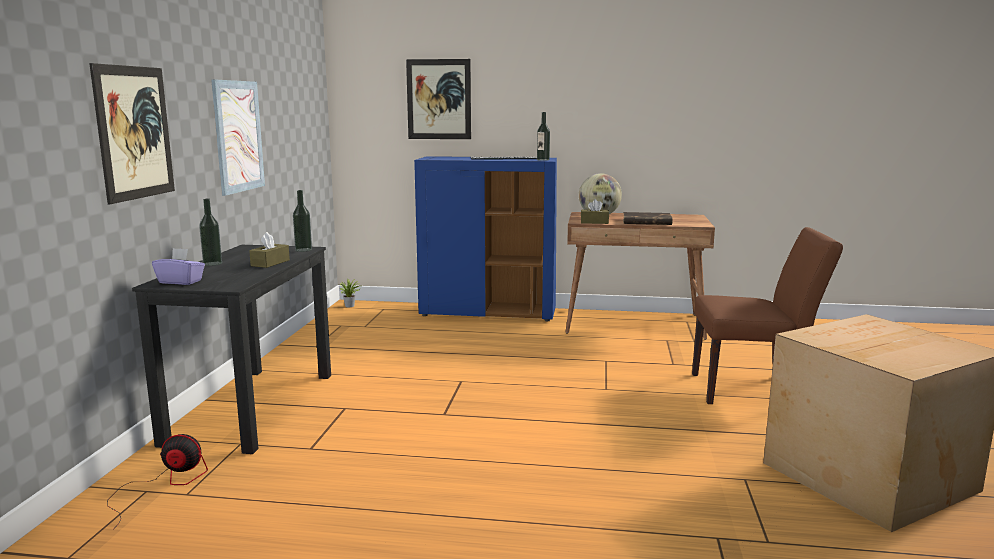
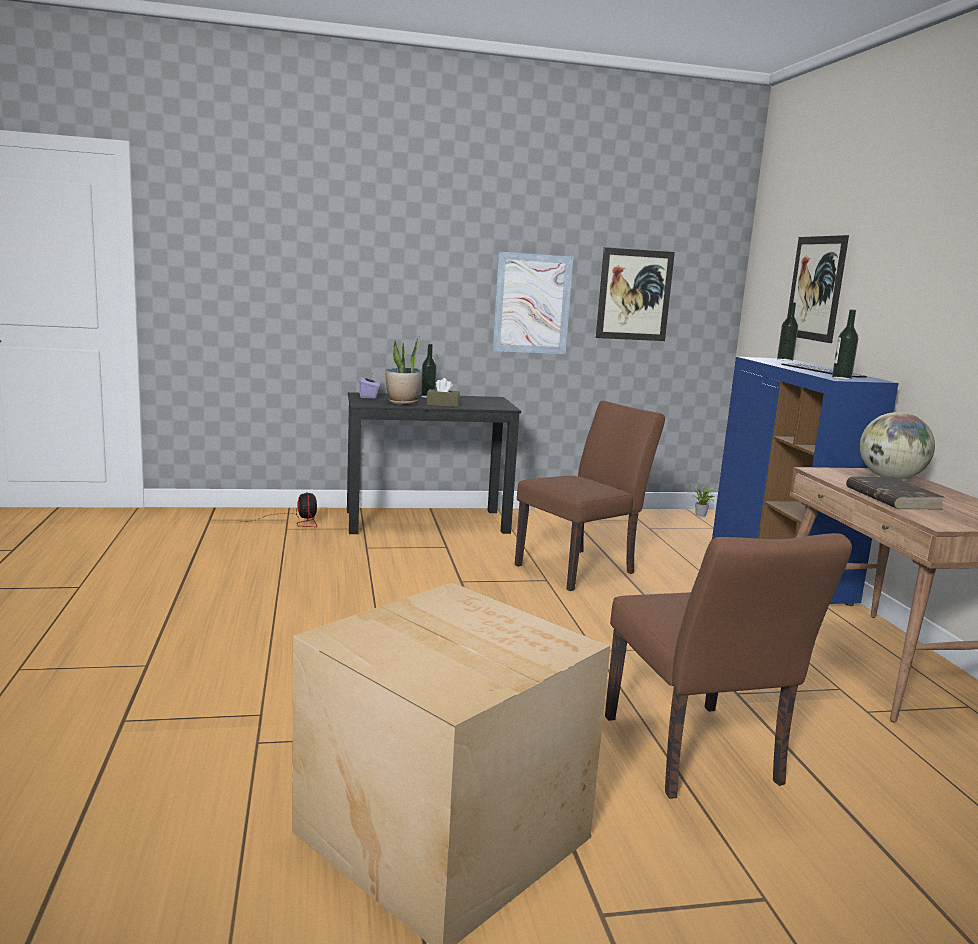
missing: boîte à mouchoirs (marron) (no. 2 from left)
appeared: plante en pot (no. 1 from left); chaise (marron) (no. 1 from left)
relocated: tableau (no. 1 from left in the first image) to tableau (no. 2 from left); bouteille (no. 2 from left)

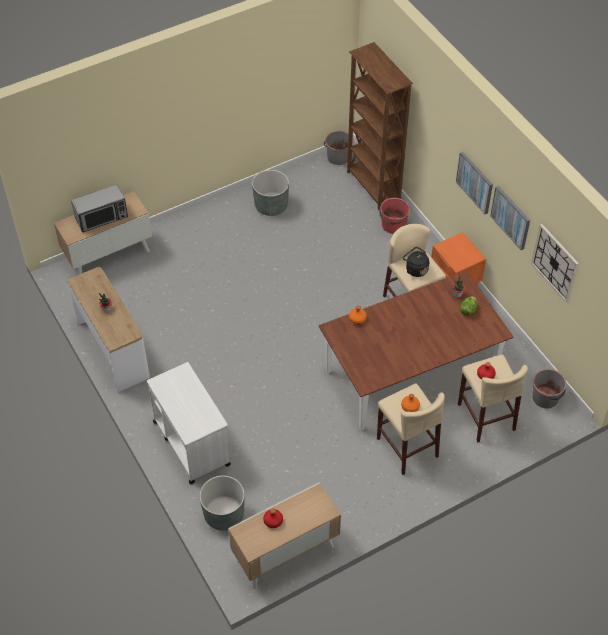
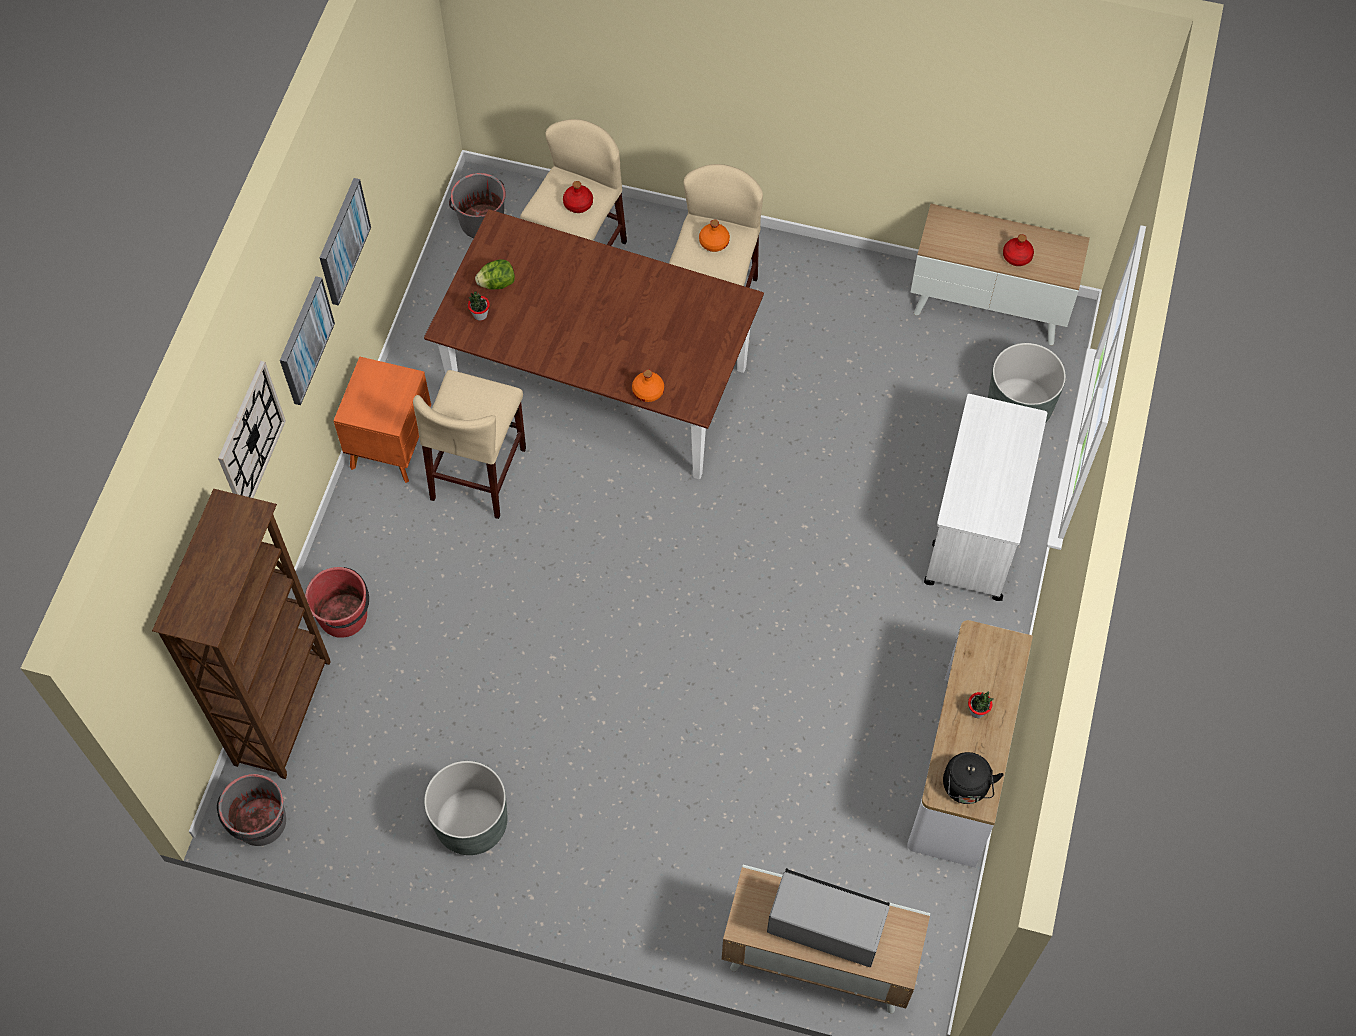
relocated: horloge murale; bouilloire (noir)

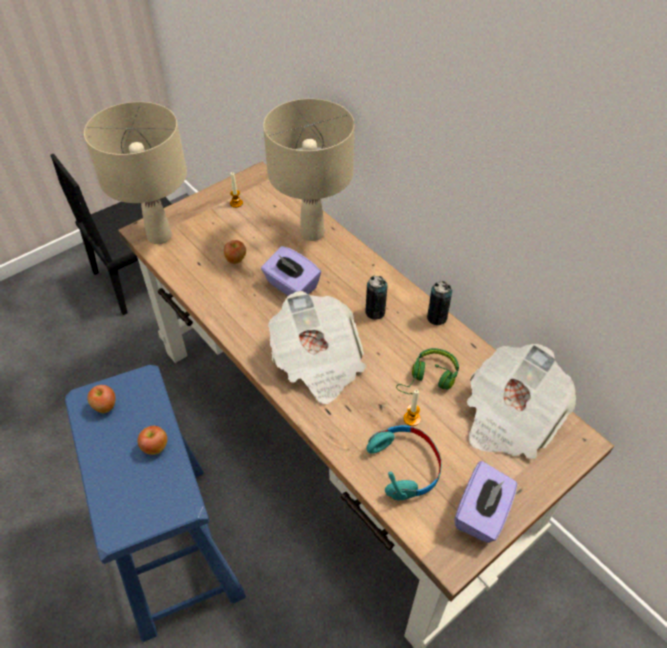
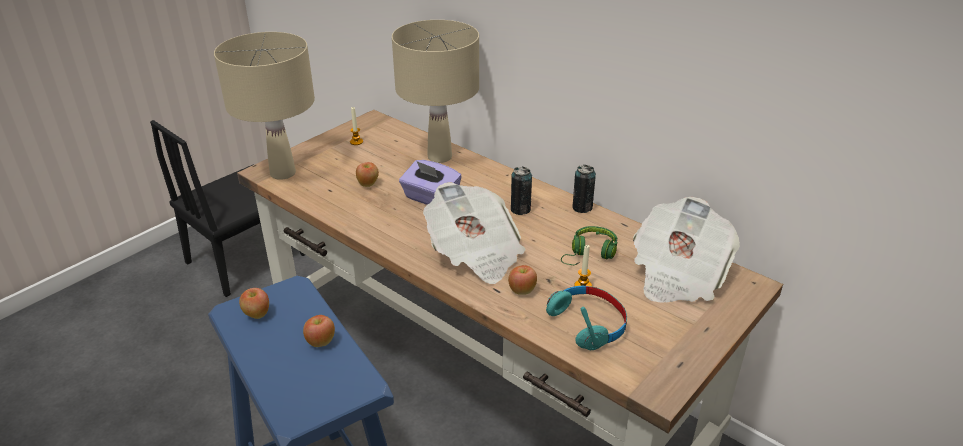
missing: boîte à mouchoirs (violet) (no. 2 from left)
appeared: pomme (no. 4 from left)

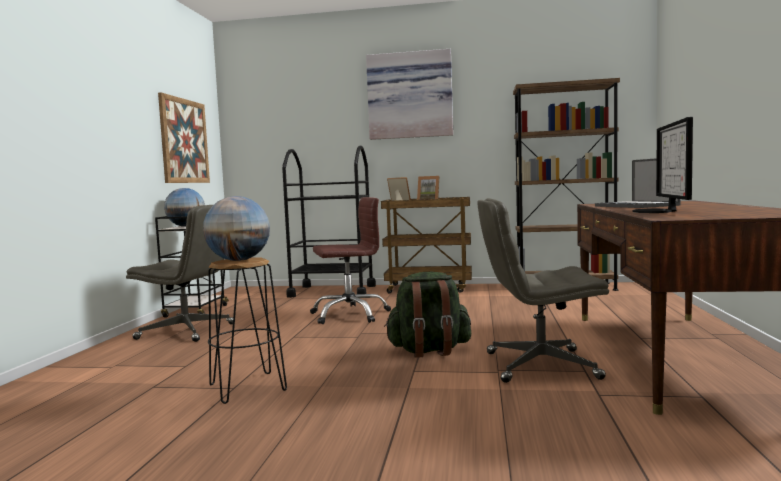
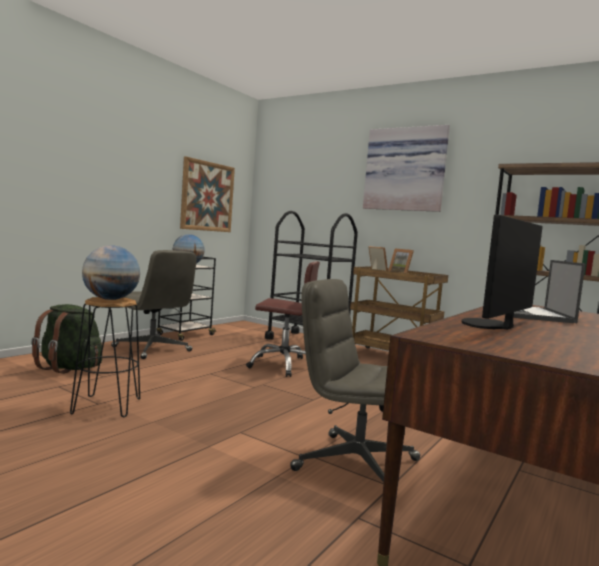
relocated: sac à dos (vert)

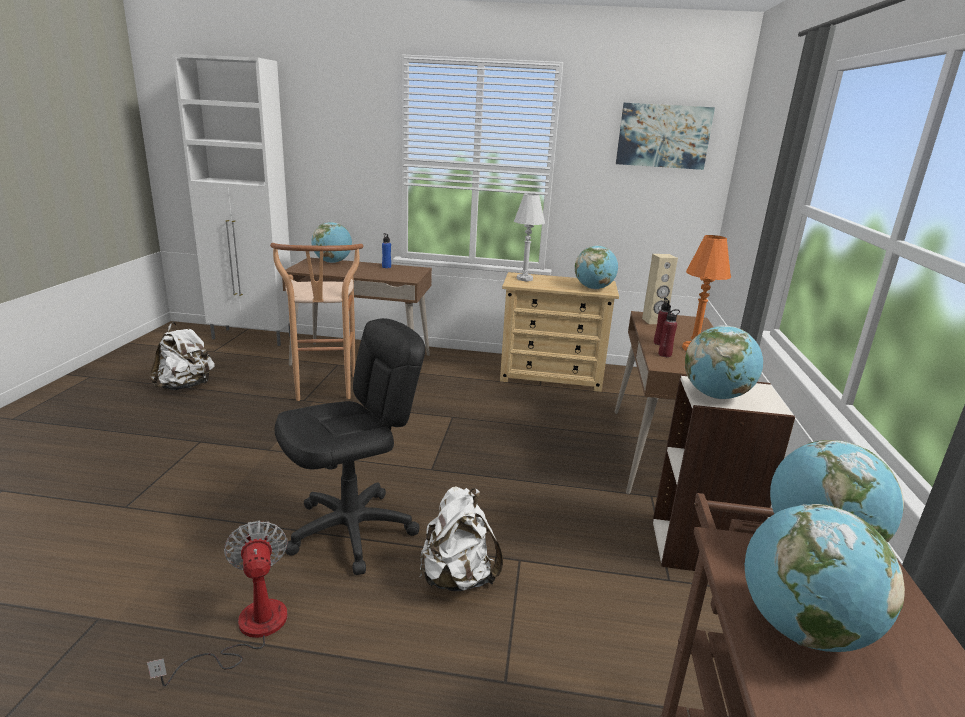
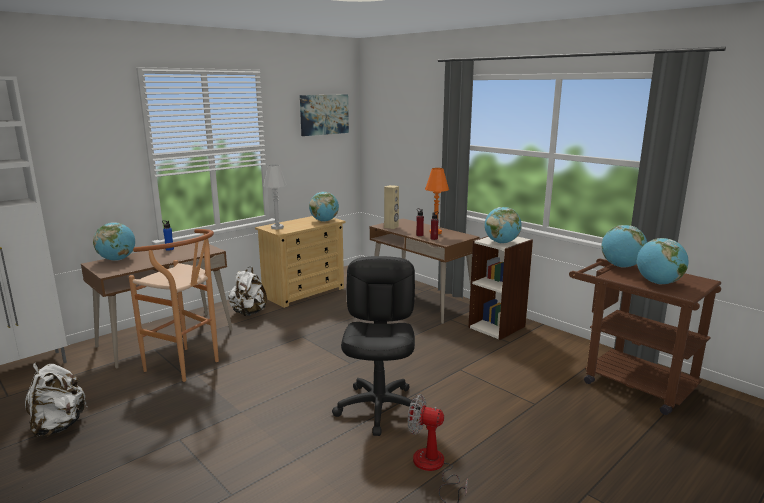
relocated: sac à dos (blanc) (no. 2 from left)

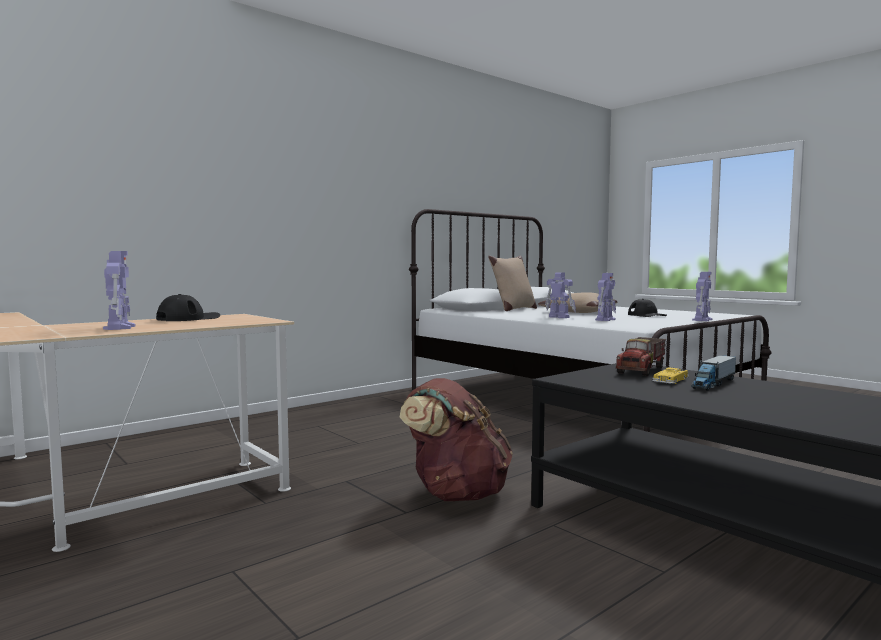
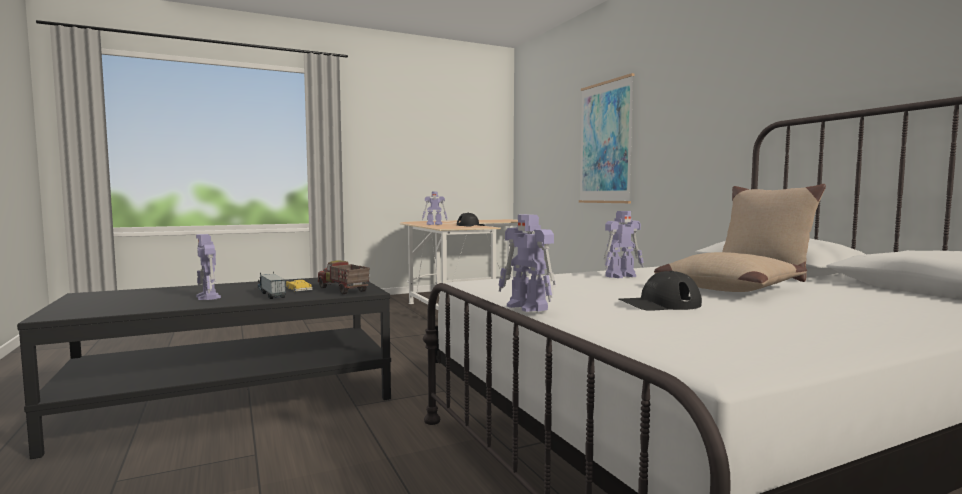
missing: sac à dos (marron)
appeared: tableau
relocated: robot jouet (no. 3 from left in the first image) to robot jouet (no. 1 from left)

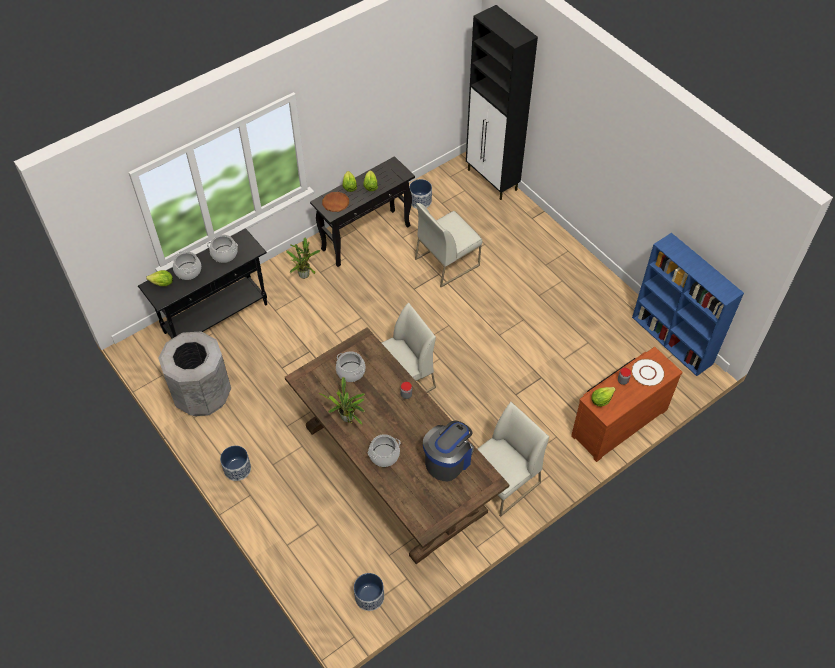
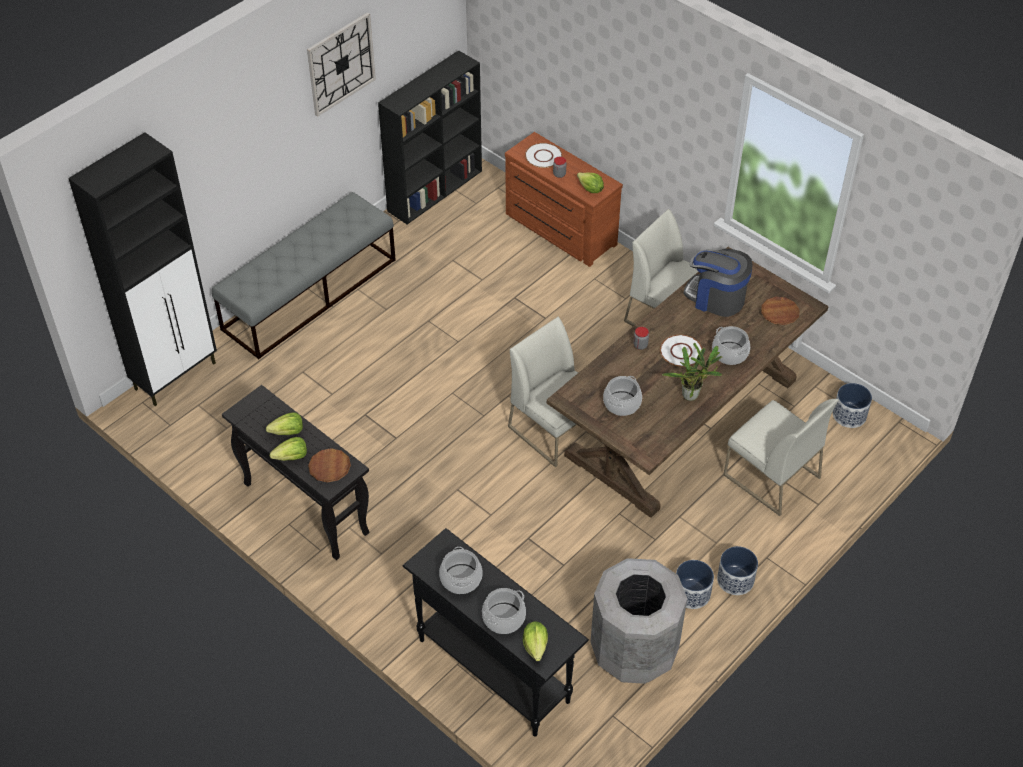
missing: plante en pot (no. 1 from left)
appeared: banc (gris); horloge murale; assiette (blanc) (no. 2 from left); assiette (marron) (no. 2 from left)
relocated: cache-pot (no. 3 from left in the first image) to cache-pot (no. 1 from left); chaise (blanc) (no. 2 from left in the first image) to chaise (blanc) (no. 3 from left)
colour: bibliothèque (bleu) to bibliothèque (noir)

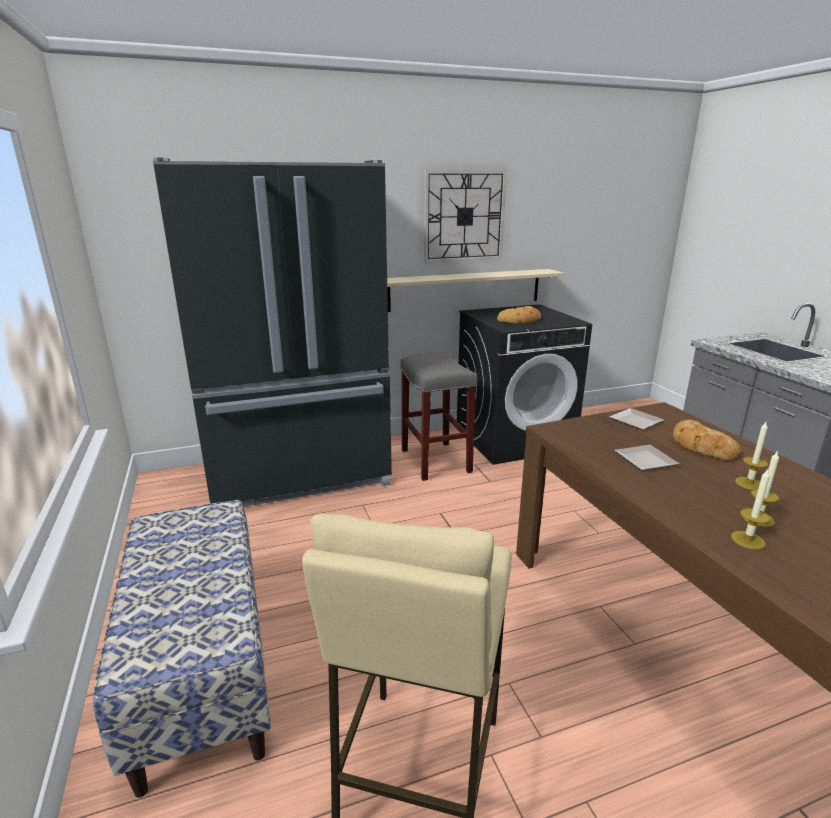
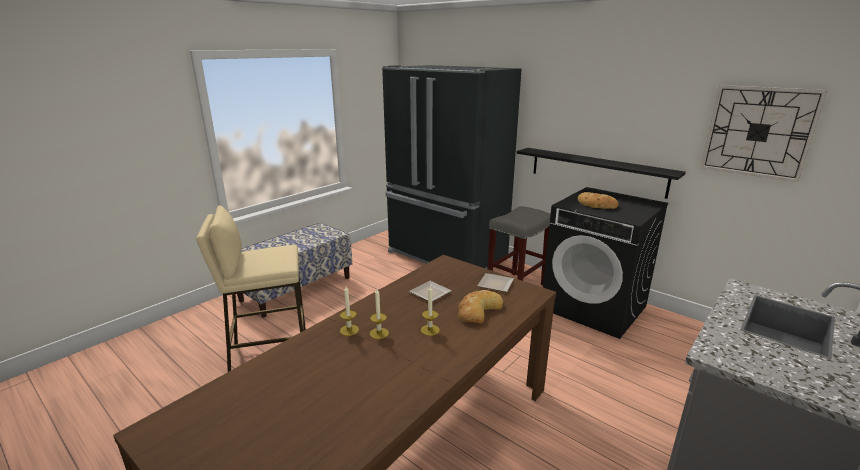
relocated: horloge murale
colour: étagère (beige) to étagère (noir)

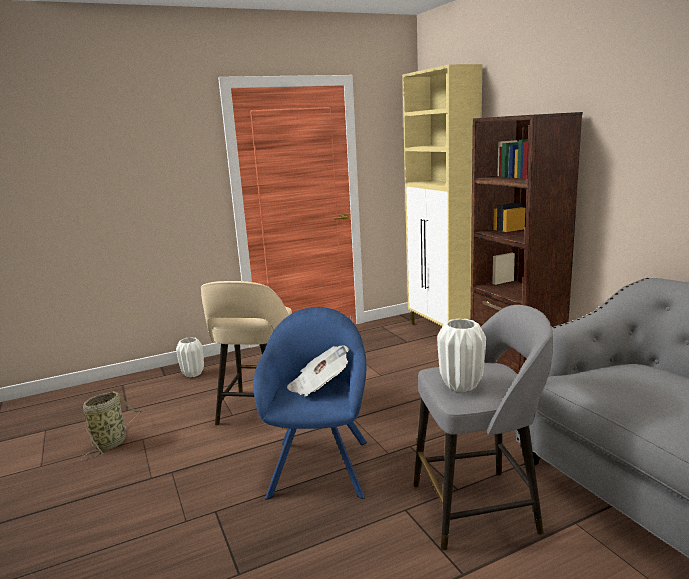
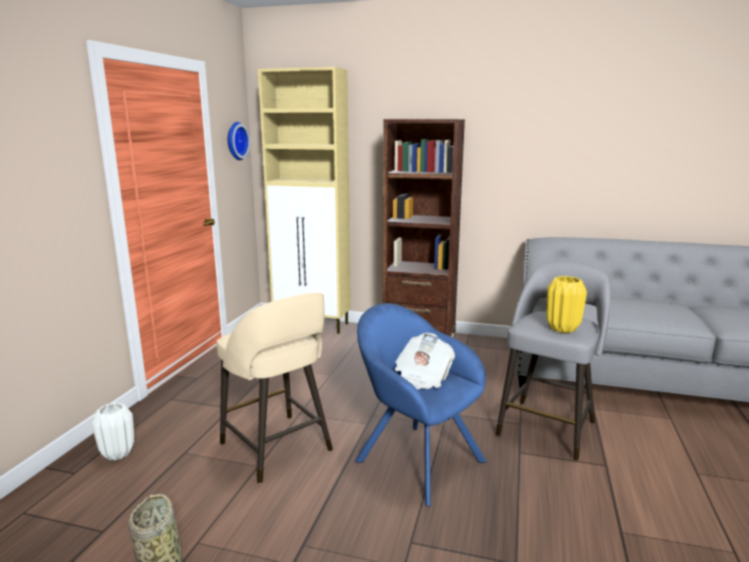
appeared: horloge murale
colour: vase (blanc) (no. 2 from left) to vase (jaune)

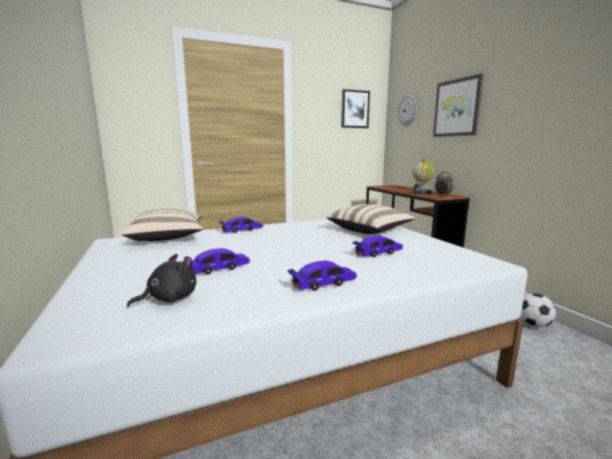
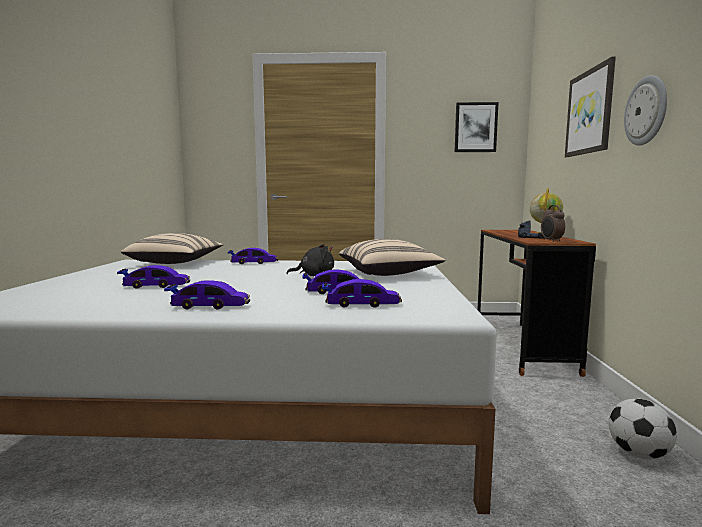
appeared: petite voiture (no. 5 from left)
relocated: peluche (noir); horloge murale

